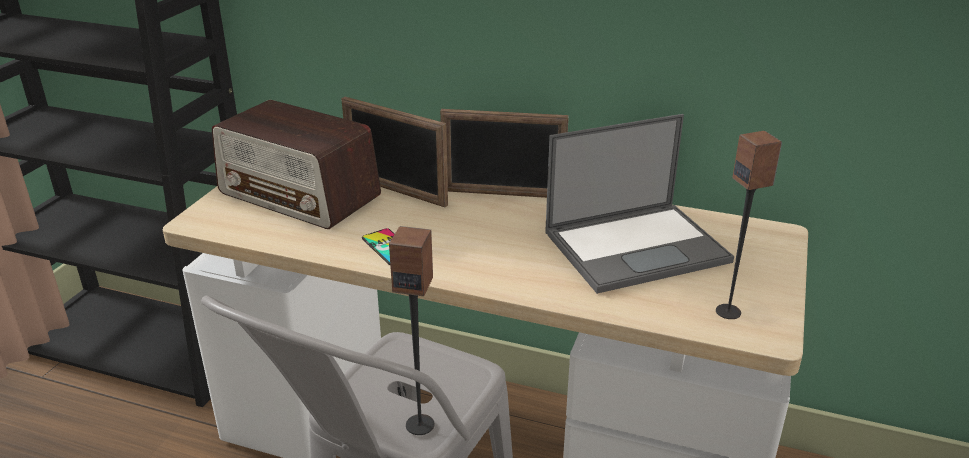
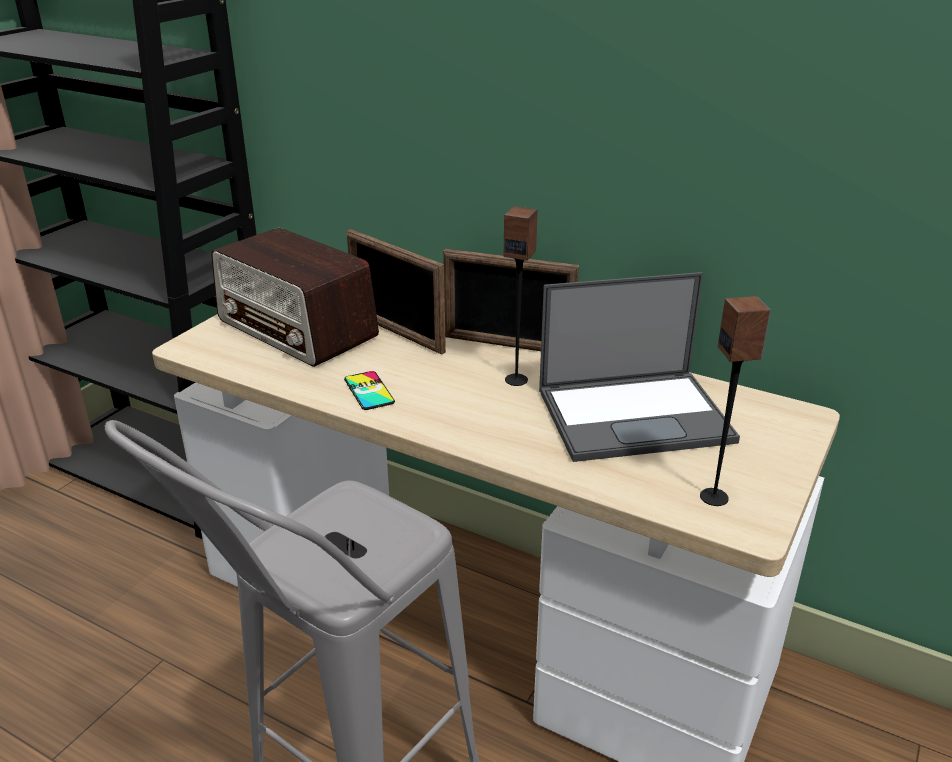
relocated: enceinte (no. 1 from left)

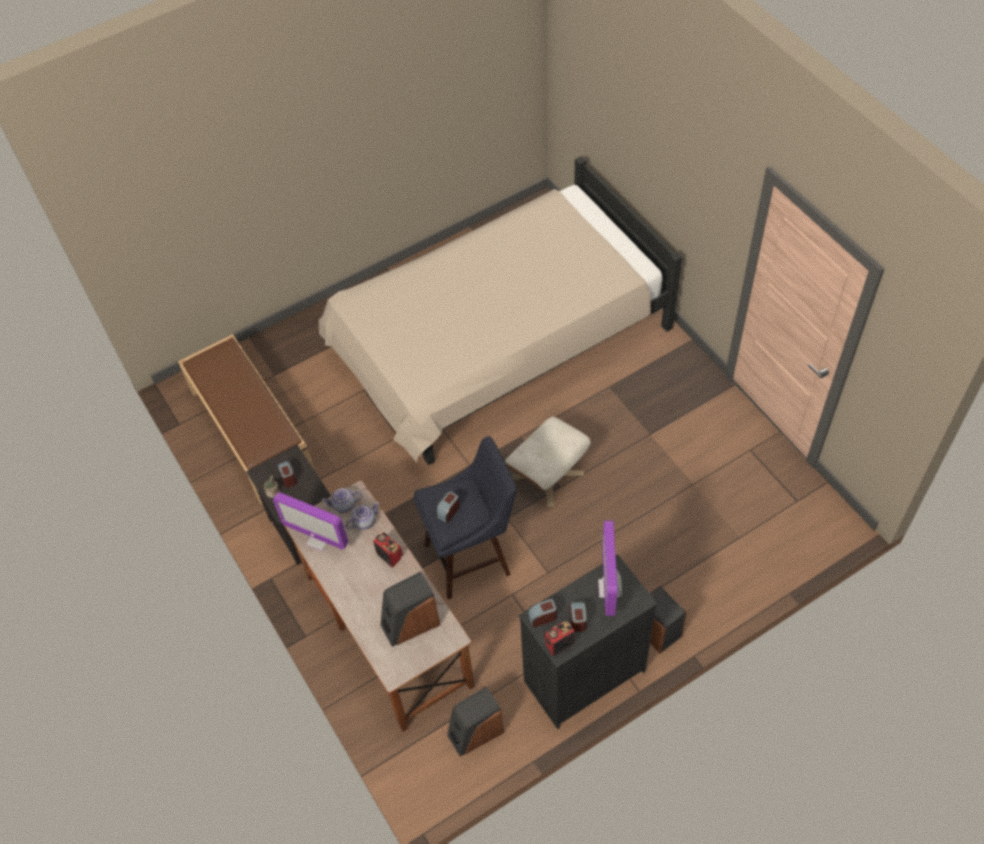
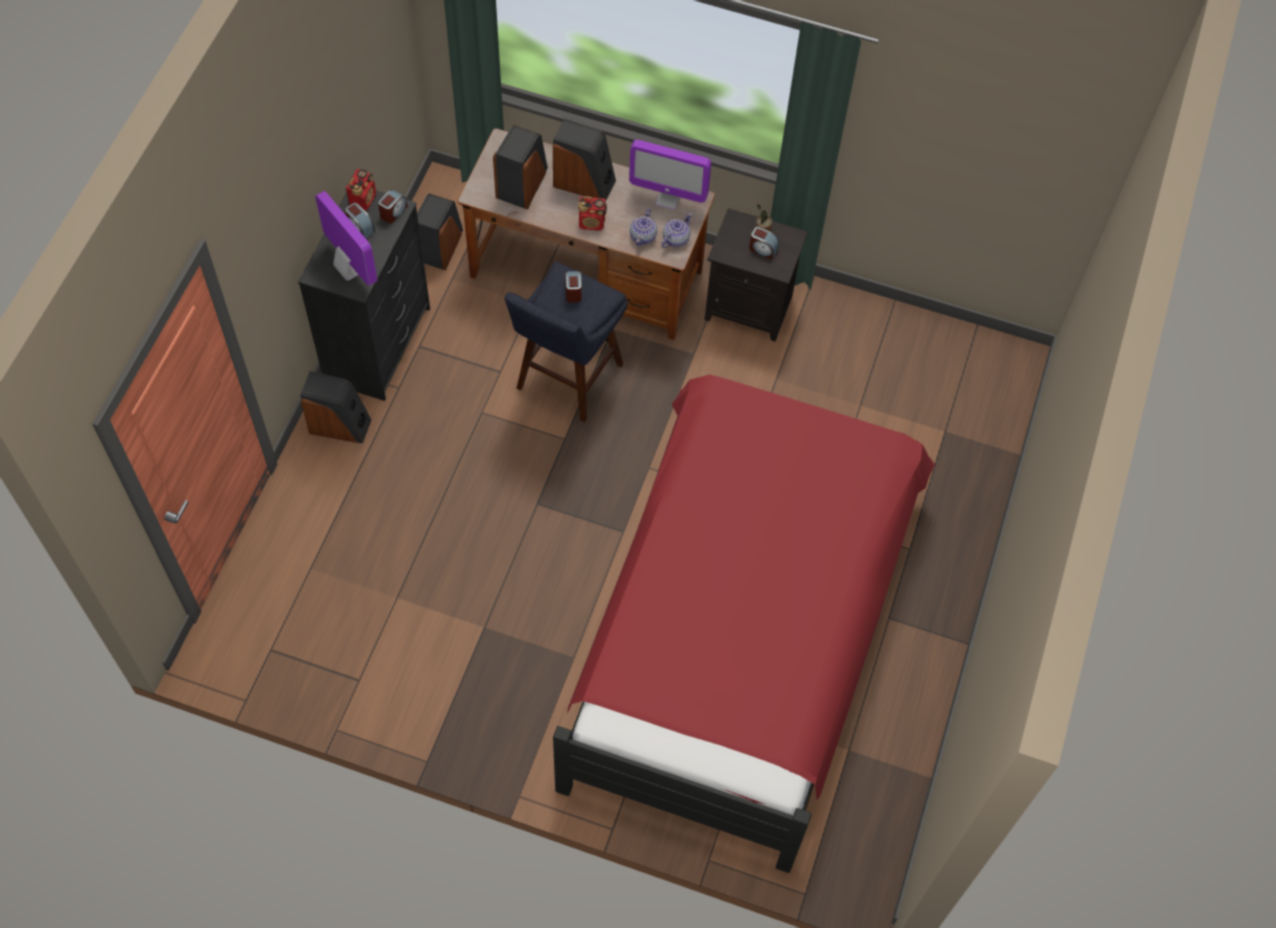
missing: banc (marron); pouf (beige)
appeared: enceinte (no. 4 from left)
colour: lit (beige) to lit (rouge)
spun: écran d'ordinateur (no. 1 from left in the first image) 150 degrees counterclockwise

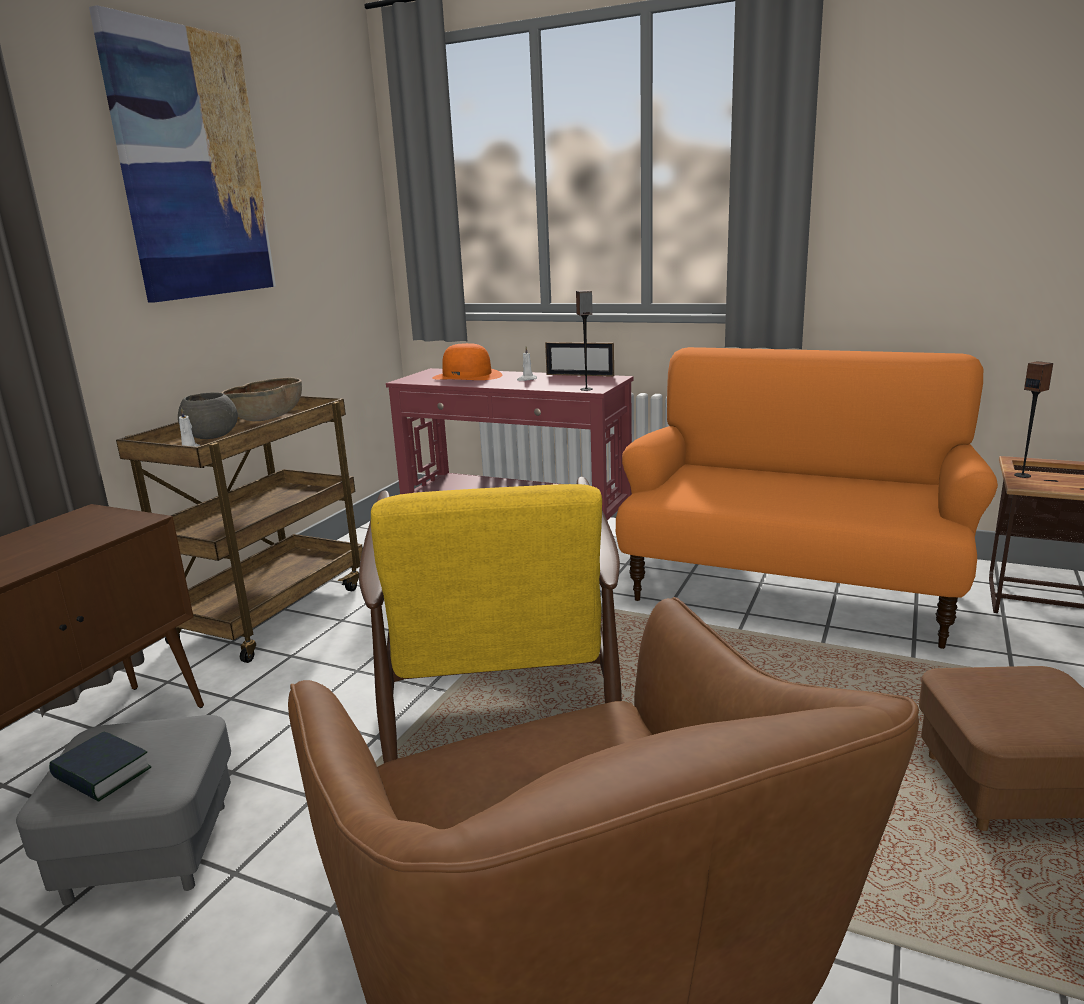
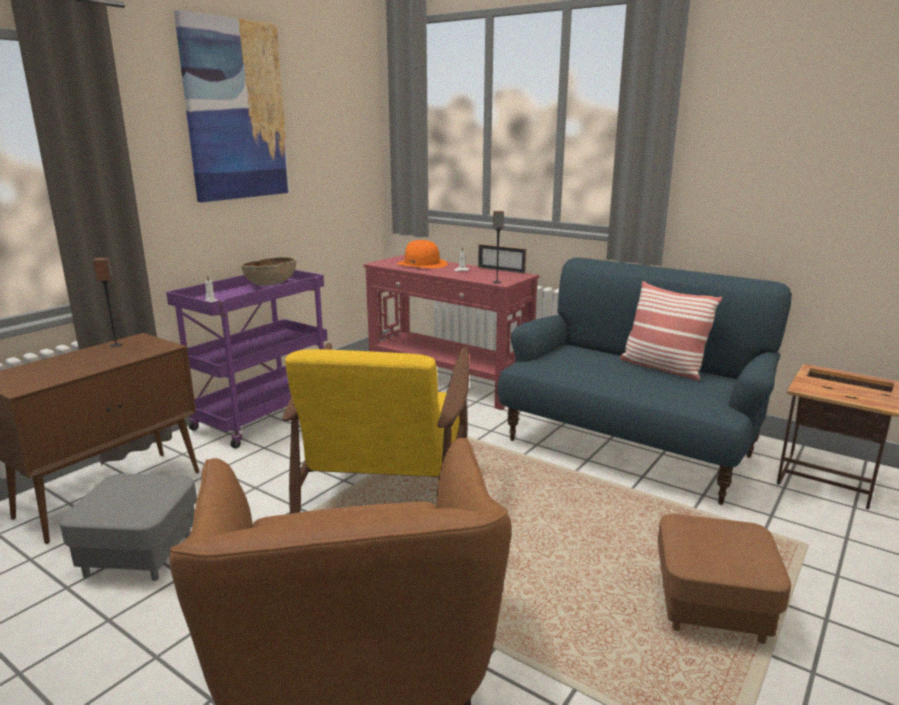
missing: livre; bol (gris)
appeared: coussin
relocated: enceinte (no. 2 from left in the first image) to enceinte (no. 1 from left)
colour: chariot (marron) to chariot (violet); canapé (orange) to canapé (bleu)

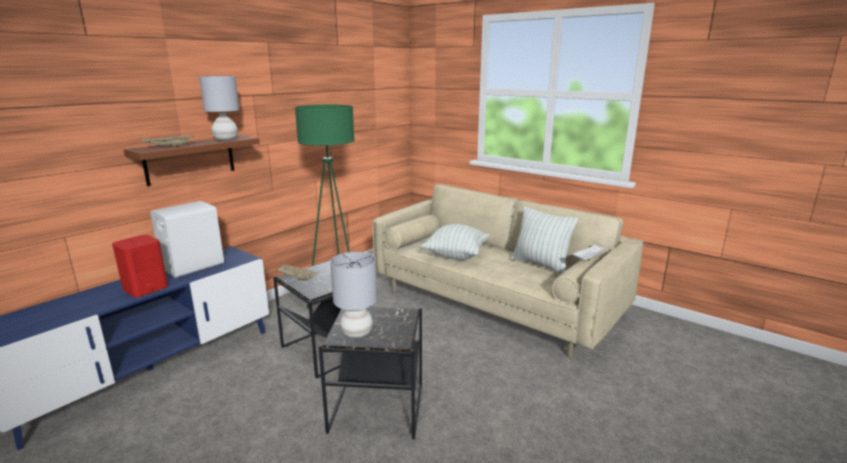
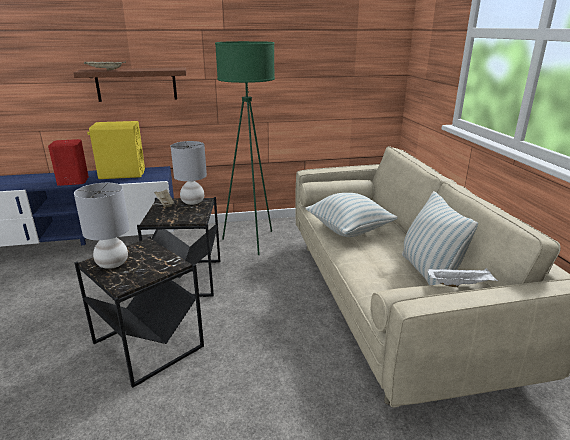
relocated: lampe de table (gris) (no. 1 from left in the first image) to lampe de table (gris) (no. 2 from left)
colour: enceinte (blanc) to enceinte (jaune)

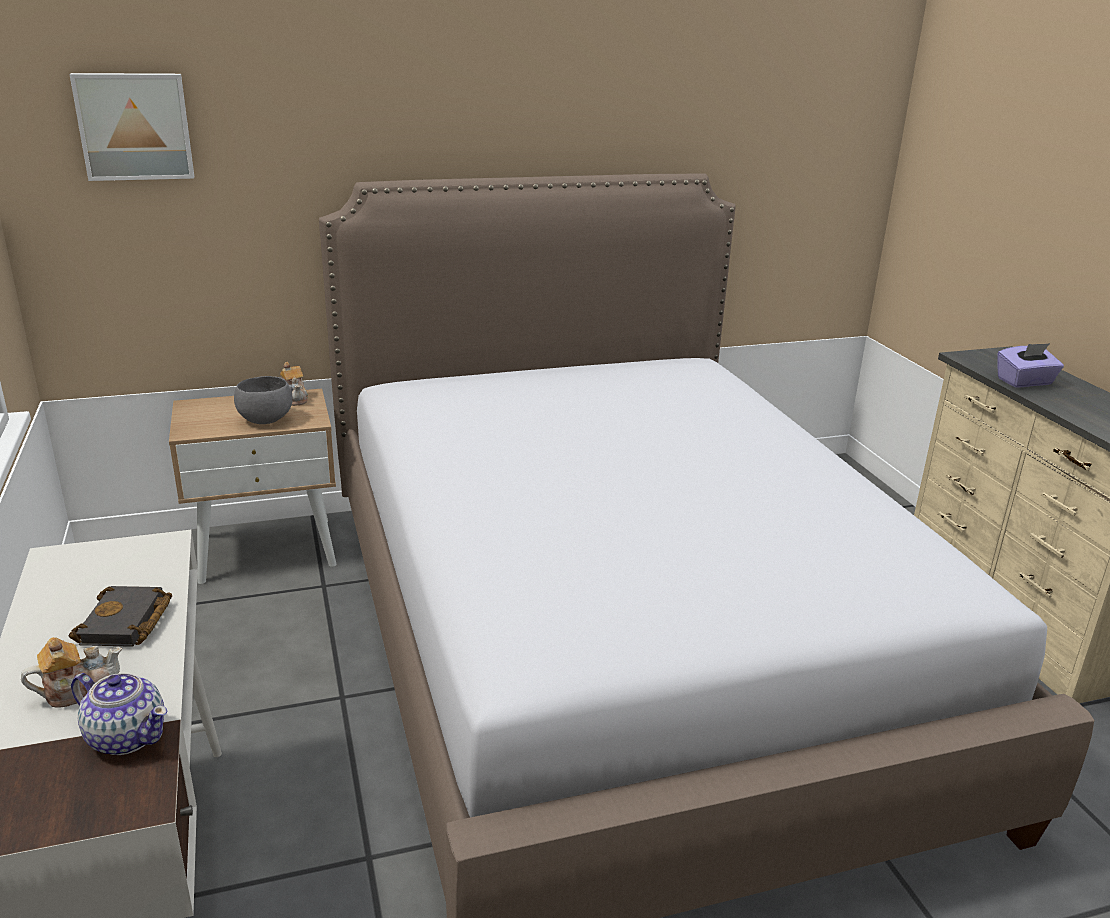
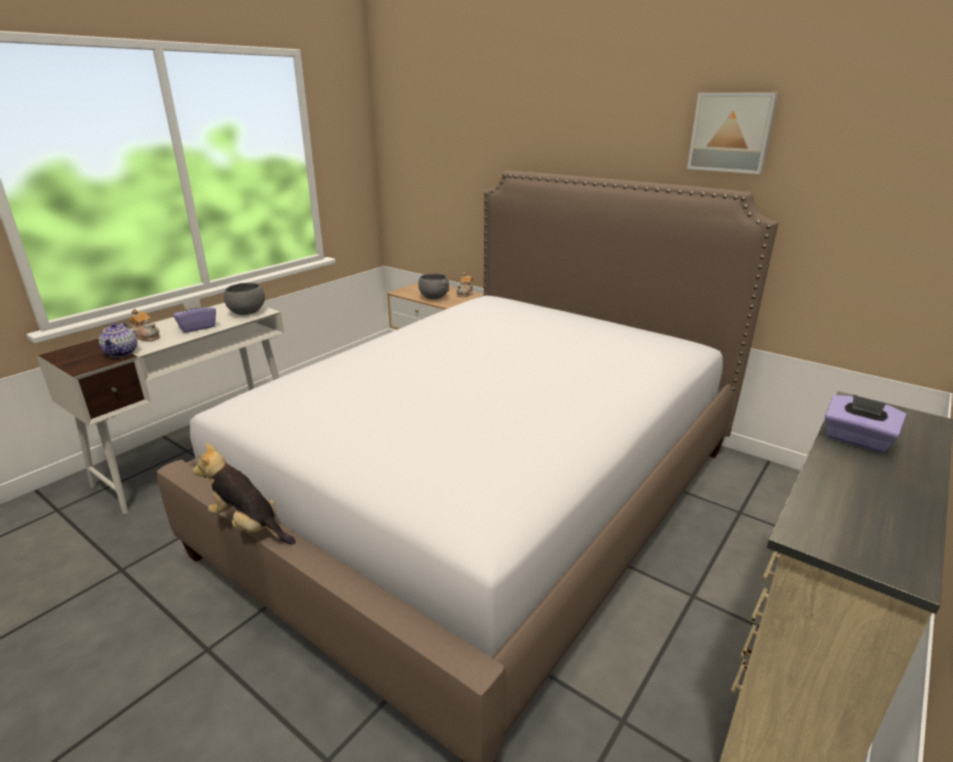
appeared: peluche; bol (gris) (no. 1 from left)
relocated: tableau
exchanged: livre (noir) to boîte à mouchoirs (violet) (no. 1 from left)

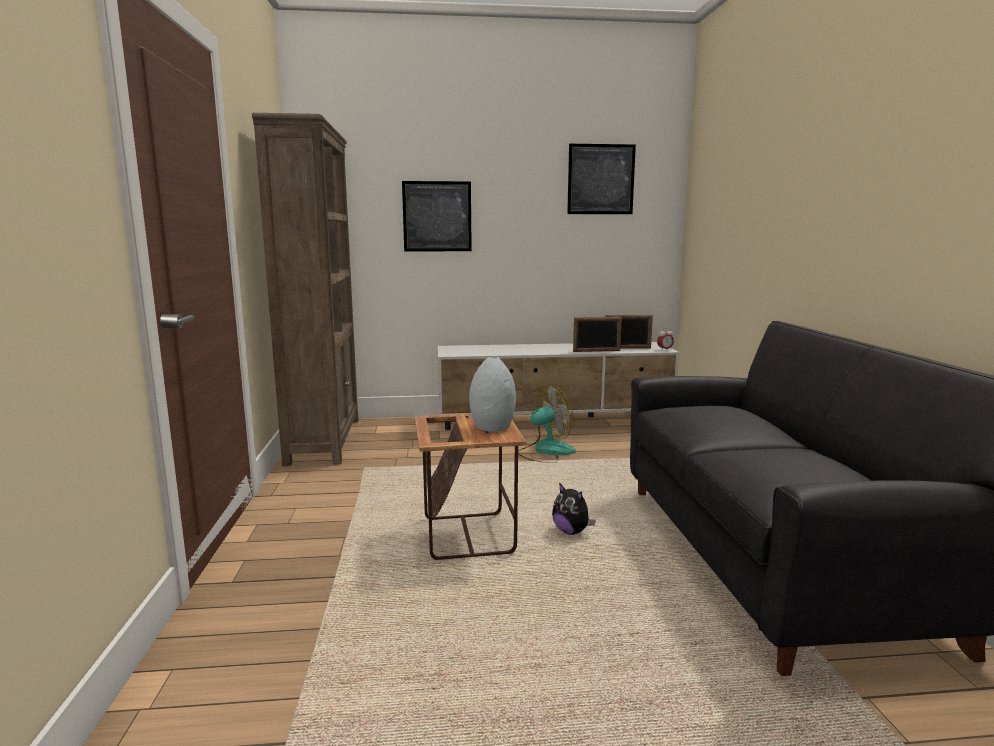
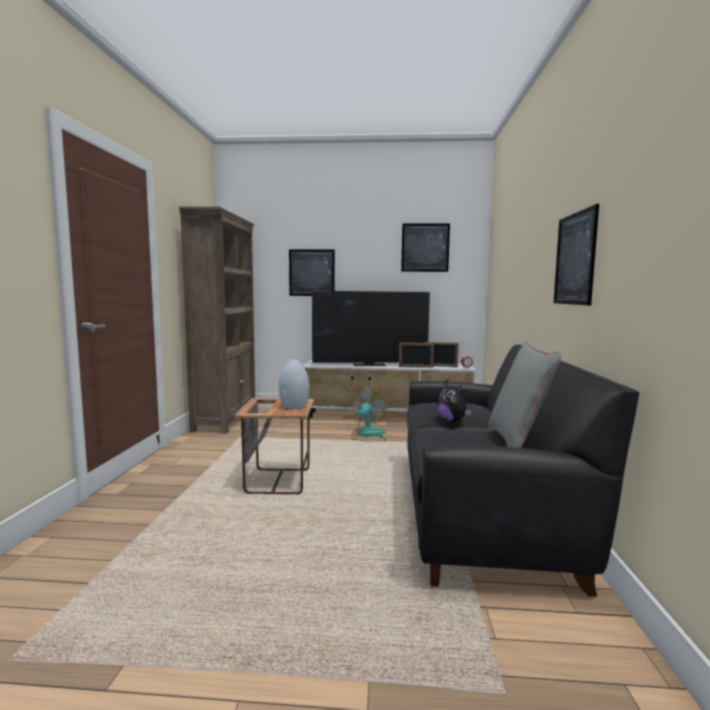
appeared: téléviseur; coussin (gris); tableau (no. 3 from left)
relocated: peluche
spun: ventilateur 45 degrees counterclockwise

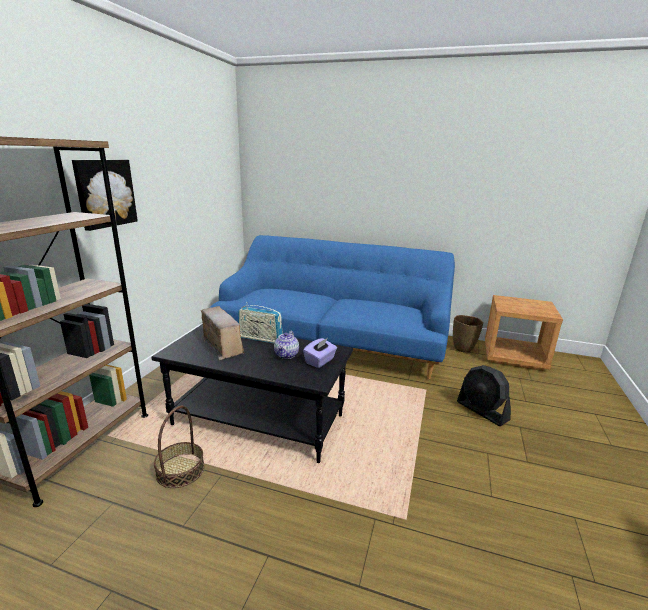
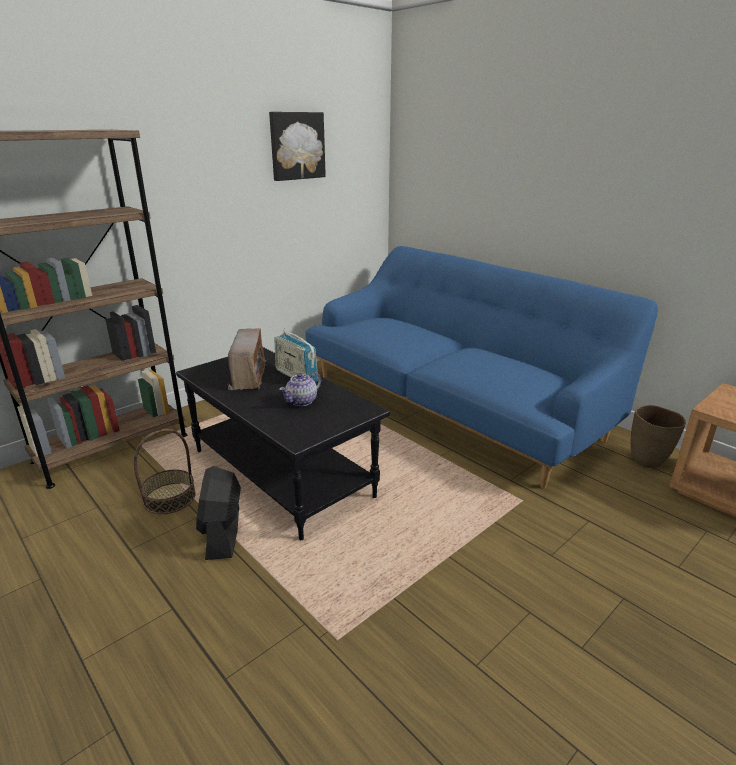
missing: boîte à mouchoirs (violet)
relocated: ventilateur (noir); tableau

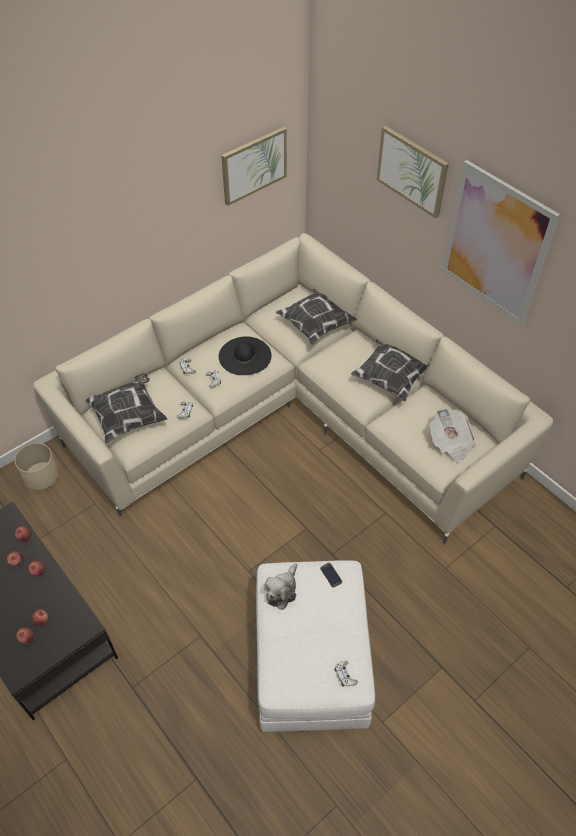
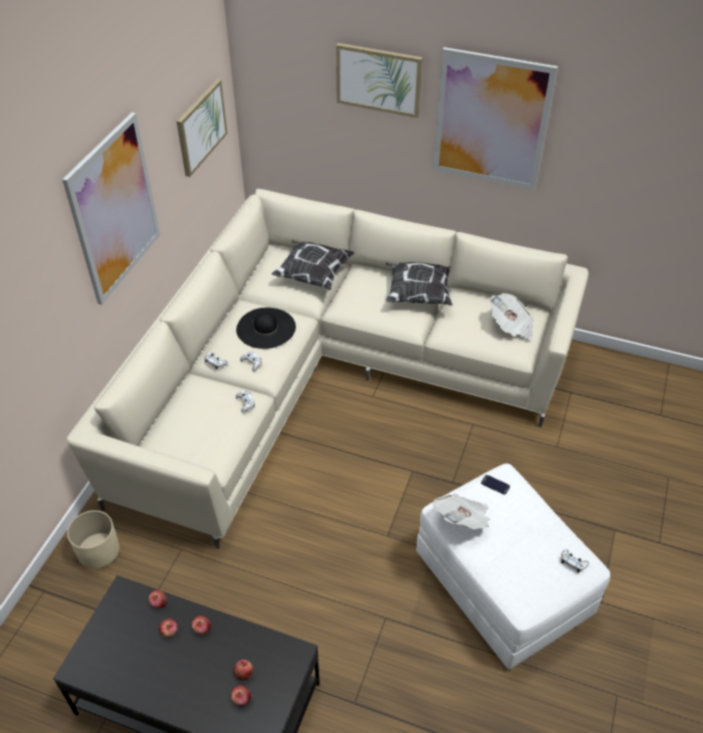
missing: coussin (no. 1 from left)
appeared: tableau (no. 1 from left)
exchanged: peluche to journal (no. 1 from left)

